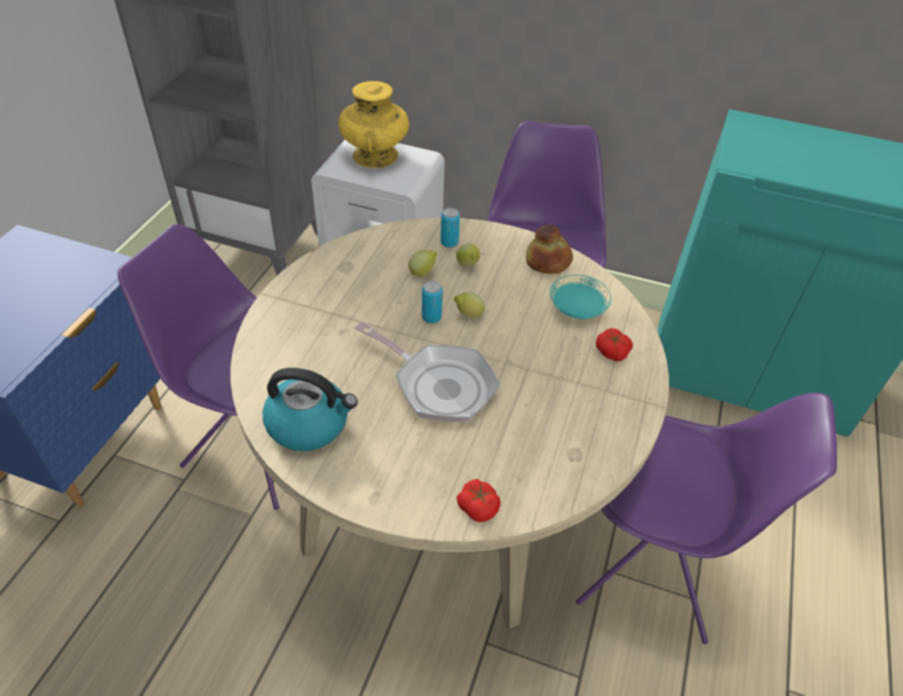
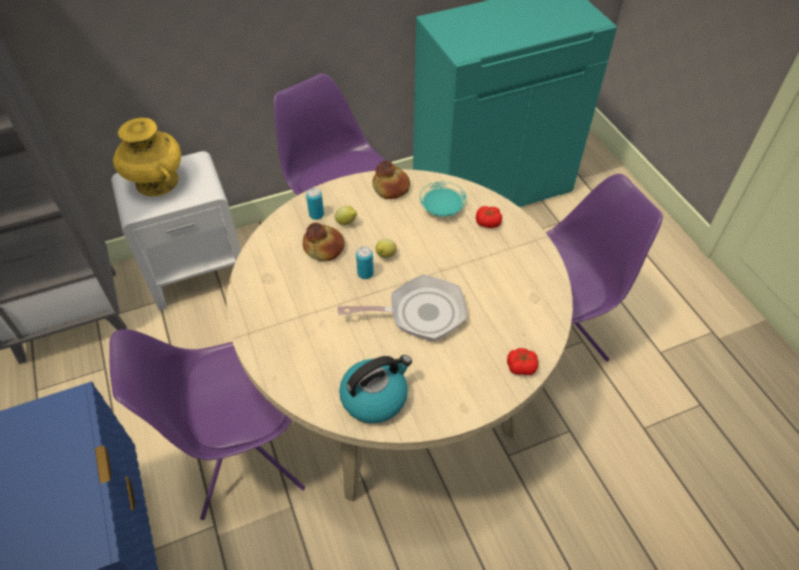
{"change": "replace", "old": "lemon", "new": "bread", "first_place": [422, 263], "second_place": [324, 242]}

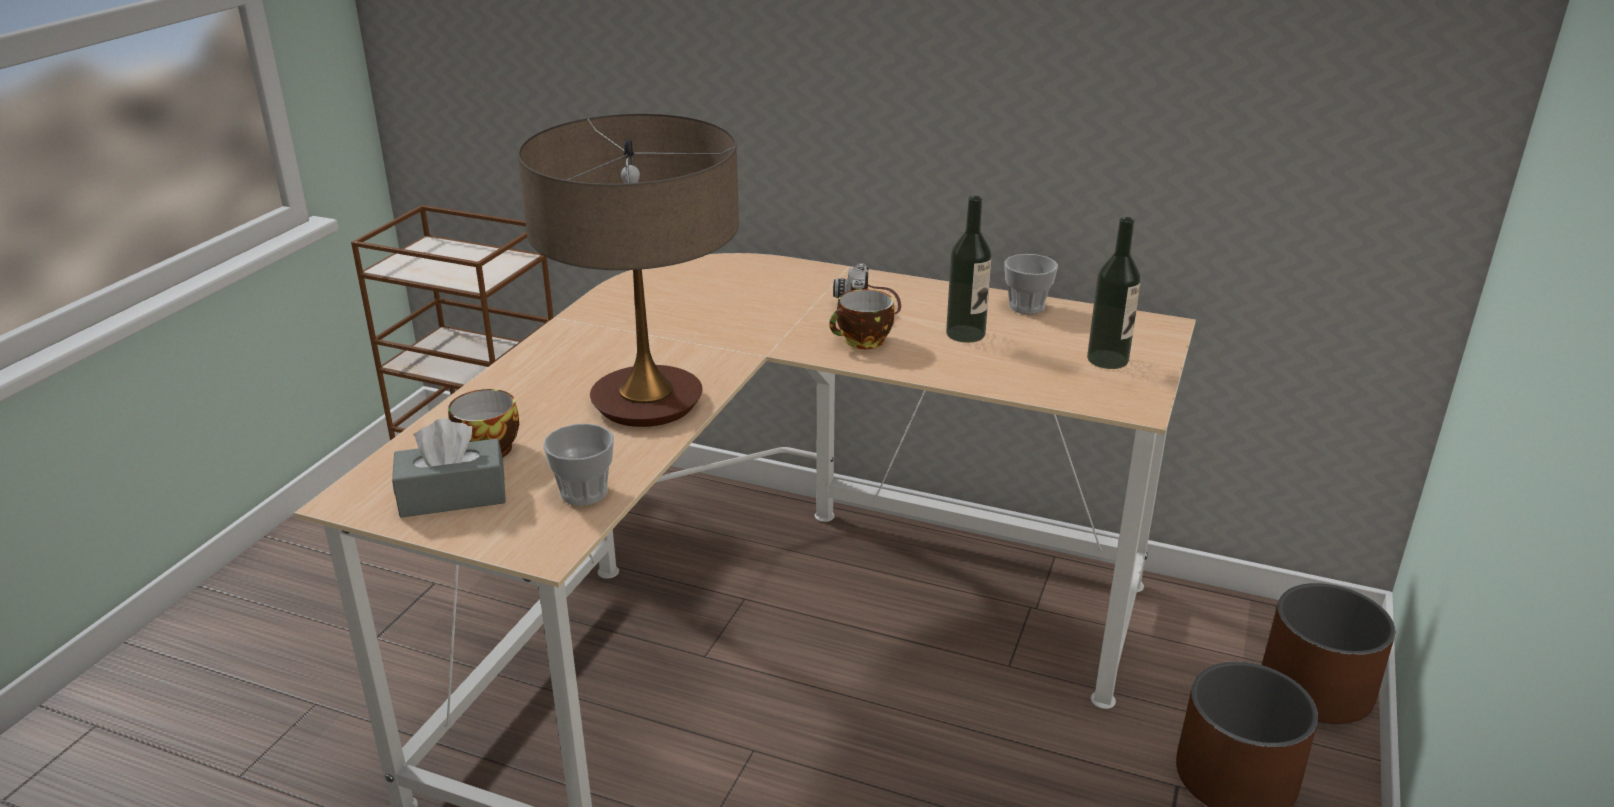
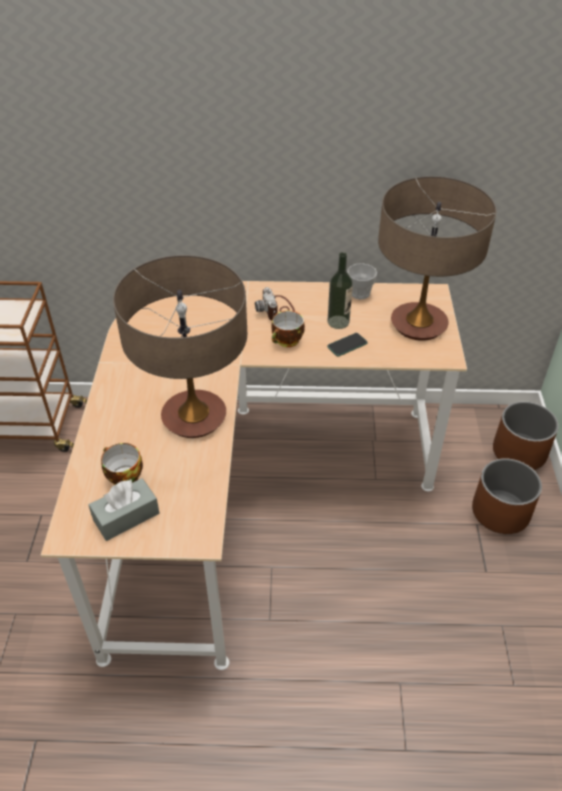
{"change": "delete", "old": "cup", "first_place": [578, 464]}
{"change": "insert", "new": "phone", "second_place": [347, 344]}
{"change": "replace", "old": "bottle", "new": "table lamp", "first_place": [1114, 293], "second_place": [437, 258]}

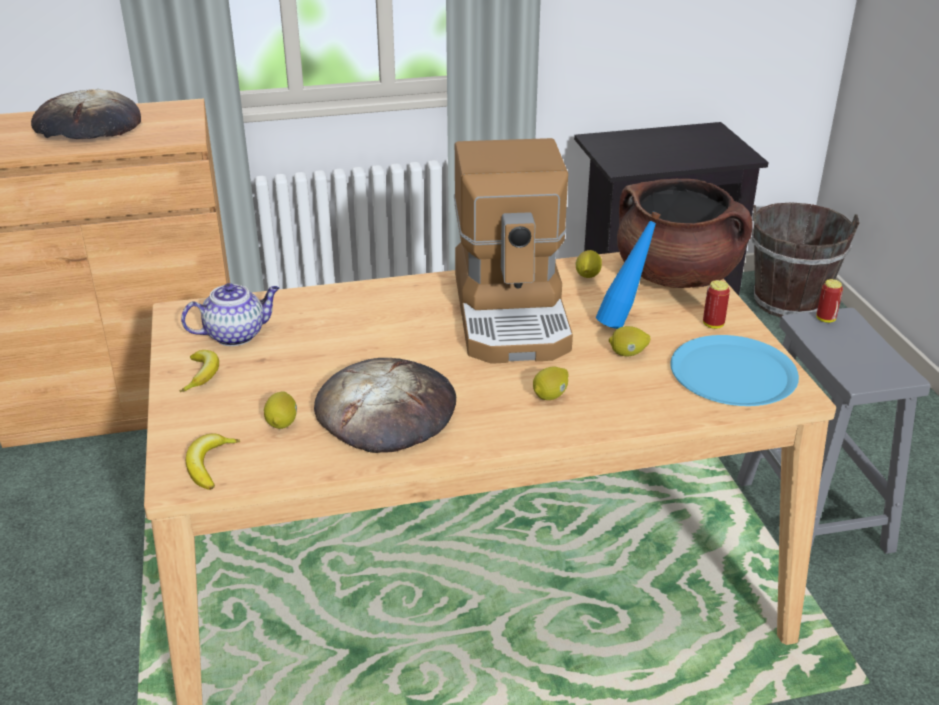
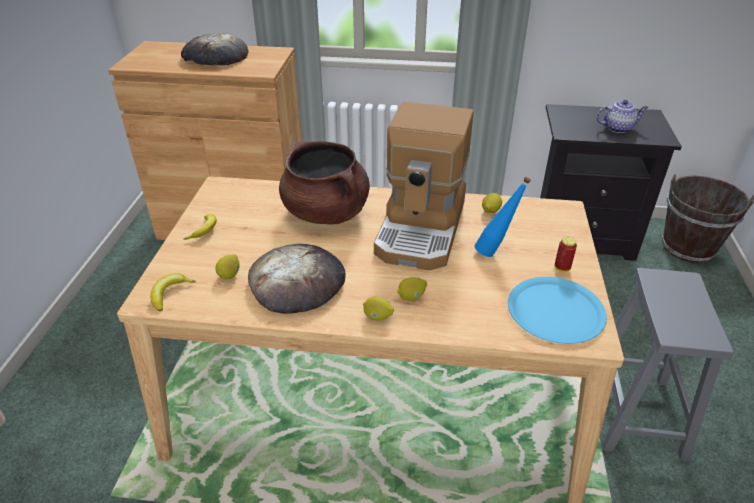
{"change": "delete", "old": "can", "first_place": [829, 301]}
{"change": "move", "old": "teapot", "first_place": [230, 314], "second_place": [622, 116]}
{"change": "move", "old": "lemon", "first_place": [629, 341], "second_place": [378, 308]}
{"change": "move", "old": "cooking pot (brown)", "first_place": [685, 233], "second_place": [324, 183]}

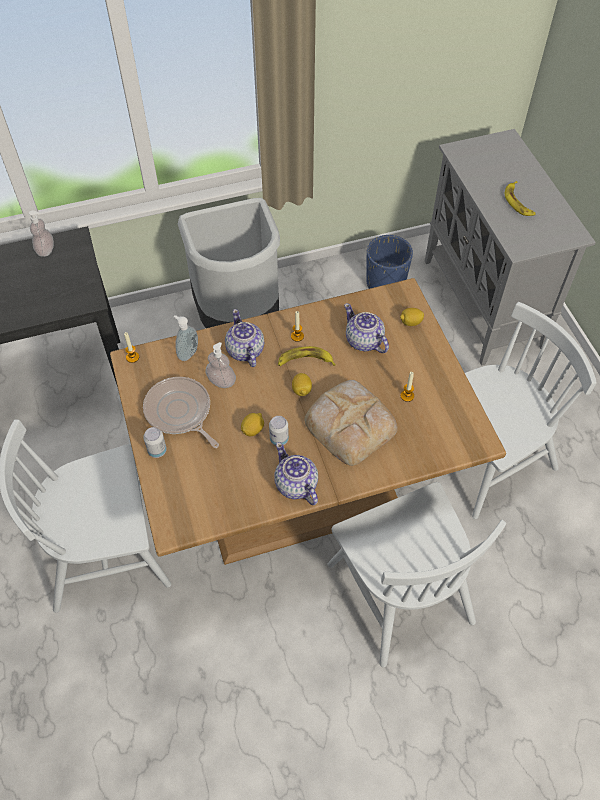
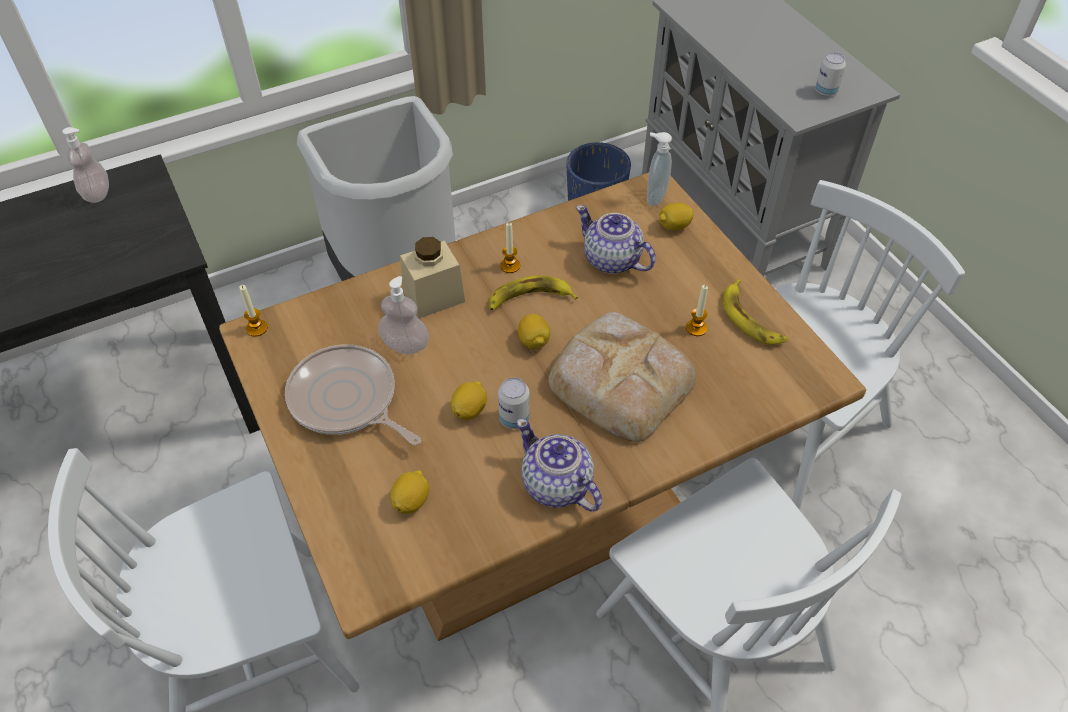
{"change": "insert", "new": "lemon", "second_place": [410, 492]}
{"change": "move", "old": "can", "first_place": [155, 442], "second_place": [830, 74]}
{"change": "move", "old": "soap dispenser", "first_place": [186, 338], "second_place": [659, 169]}
{"change": "move", "old": "banana", "first_place": [520, 198], "second_place": [755, 312]}
{"change": "replace", "old": "teapot", "new": "jar (beige)", "first_place": [244, 338], "second_place": [432, 278]}

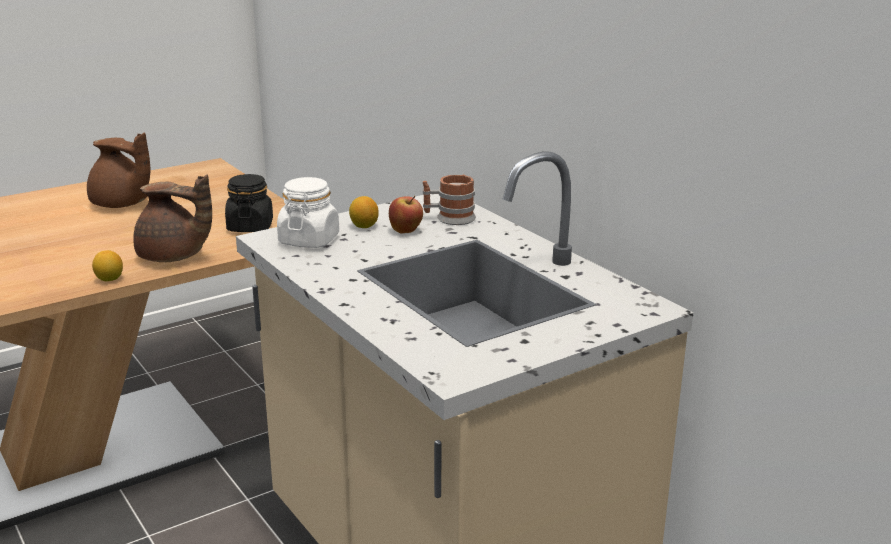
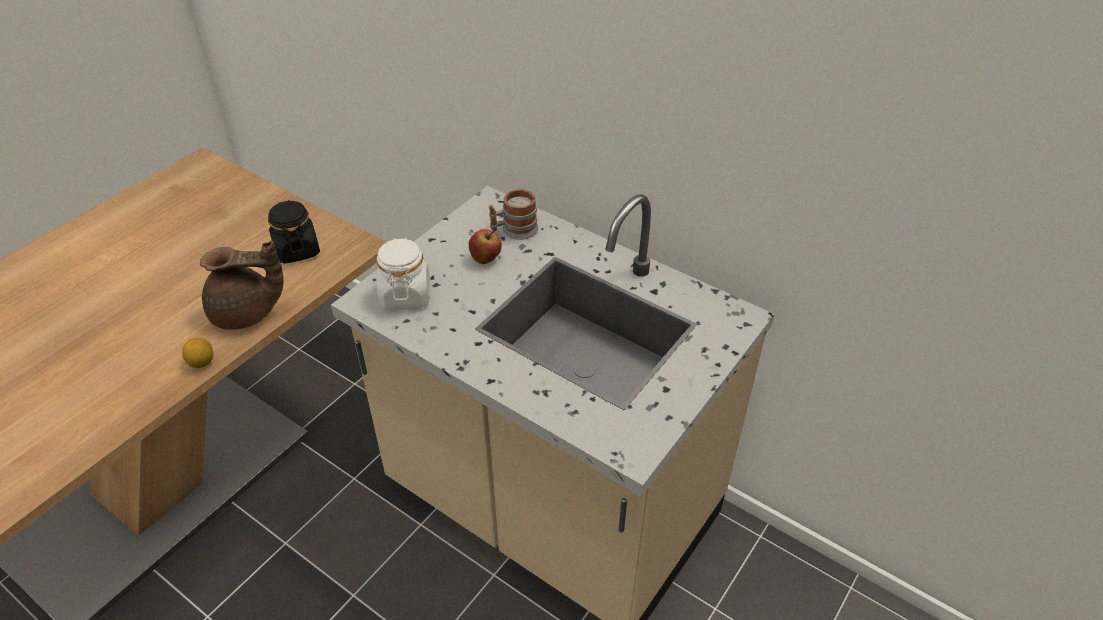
{"change": "delete", "old": "teapot (brown)", "first_place": [119, 170]}
{"change": "delete", "old": "lemon", "first_place": [364, 212]}

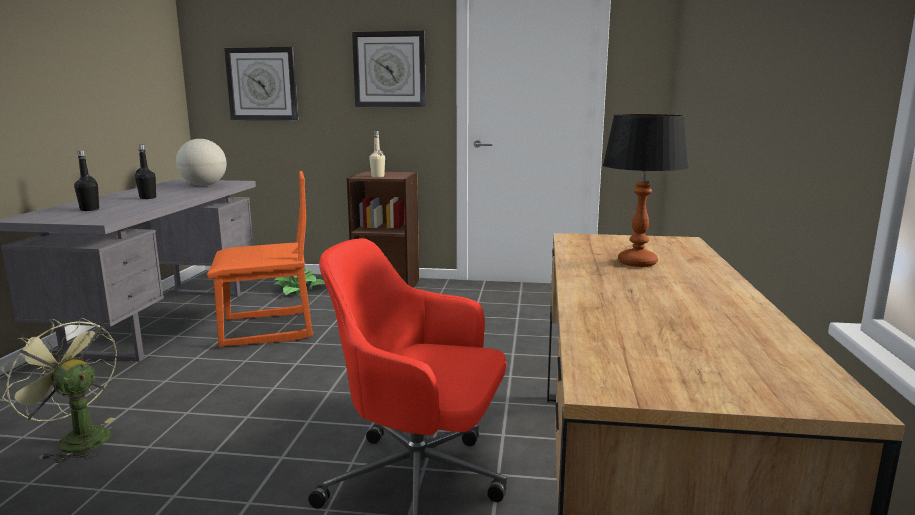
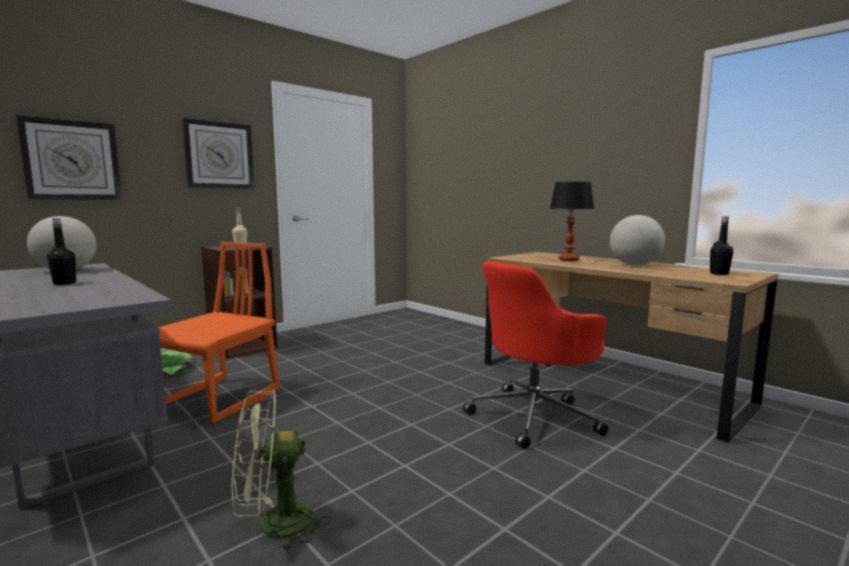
{"change": "insert", "new": "globe", "second_place": [637, 240]}
{"change": "move", "old": "bottle (black)", "first_place": [86, 180], "second_place": [722, 246]}

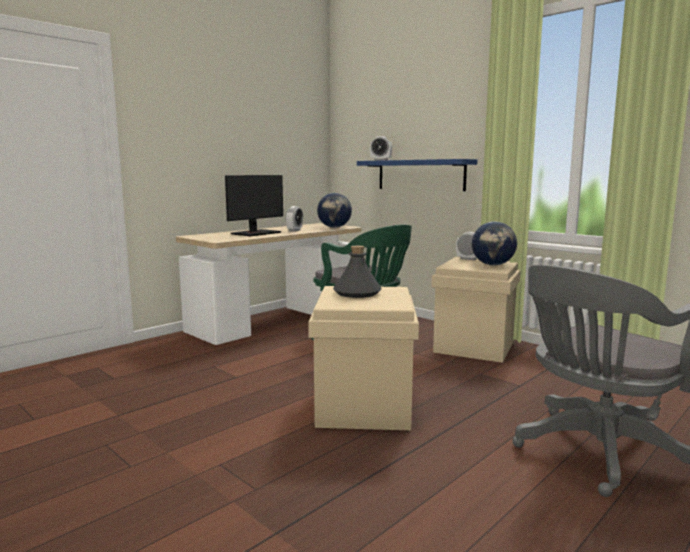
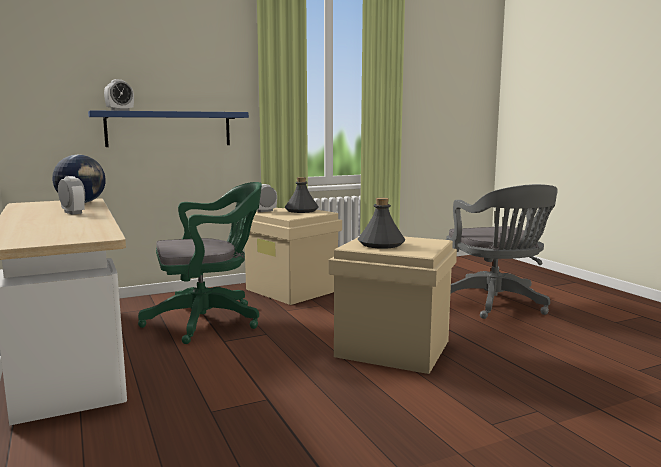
{"change": "delete", "old": "monitor", "first_place": [254, 205]}
{"change": "replace", "old": "globe", "new": "bottle (grey)", "first_place": [494, 243], "second_place": [302, 195]}

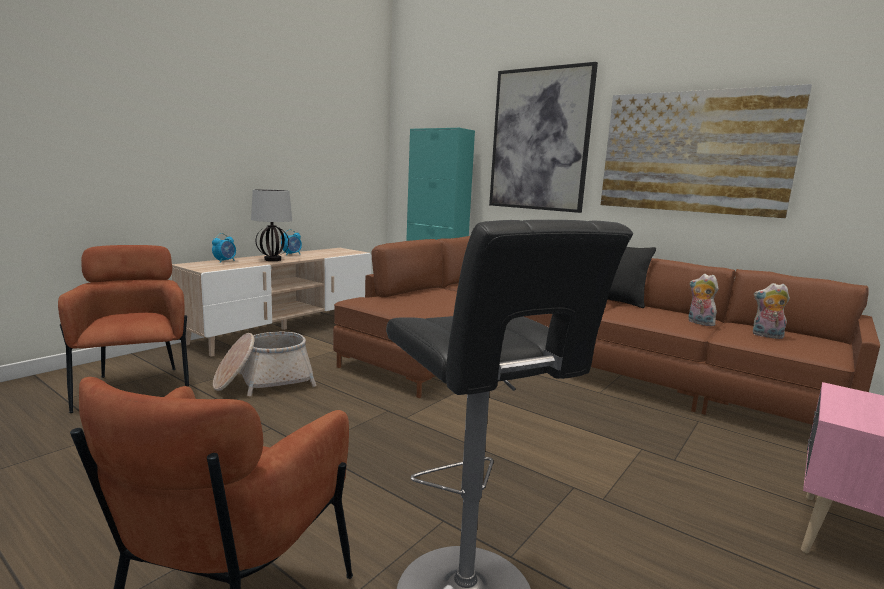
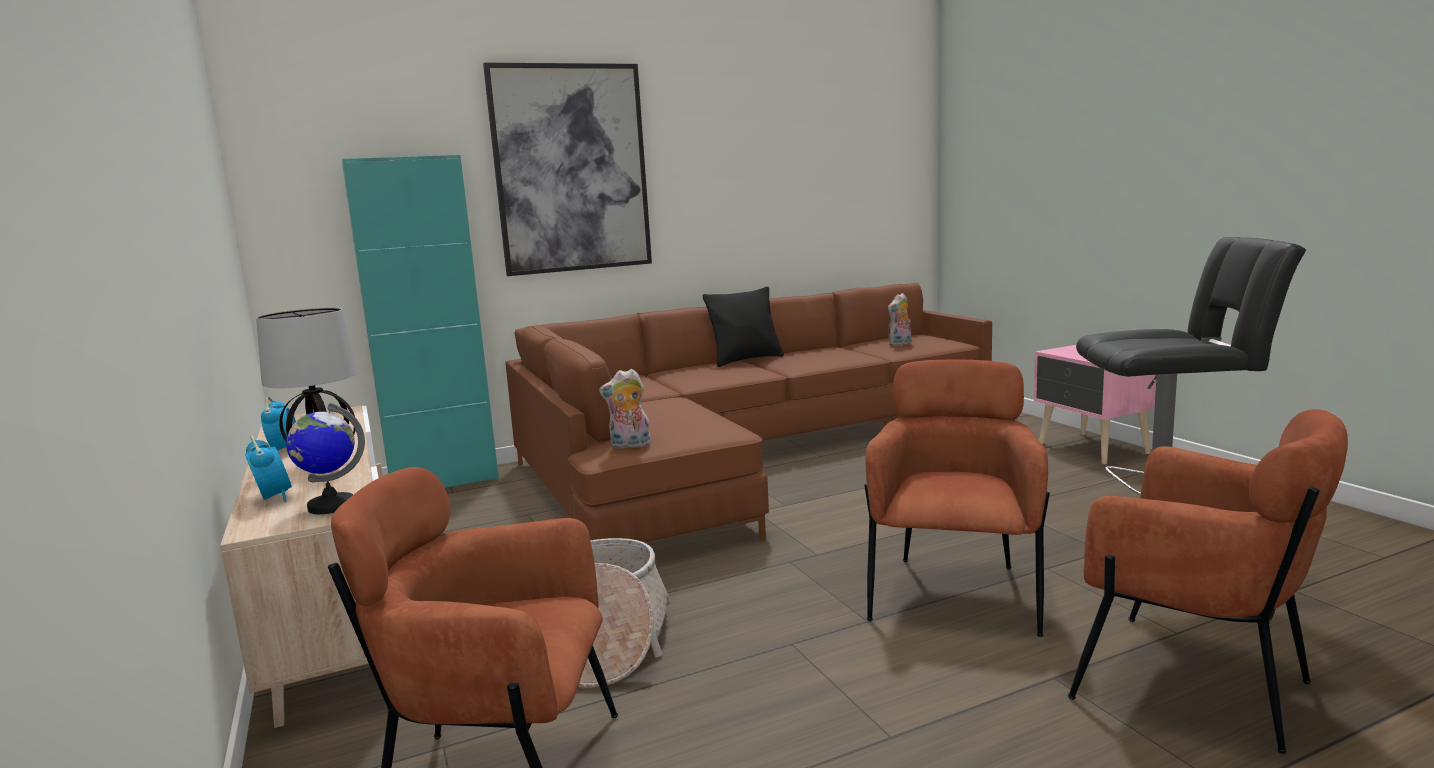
{"change": "delete", "old": "picture", "first_place": [706, 151]}
{"change": "insert", "new": "globe", "second_place": [325, 458]}
{"change": "insert", "new": "armchair (brown)", "second_place": [957, 498]}
{"change": "move", "old": "plush toy", "first_place": [704, 300], "second_place": [625, 409]}

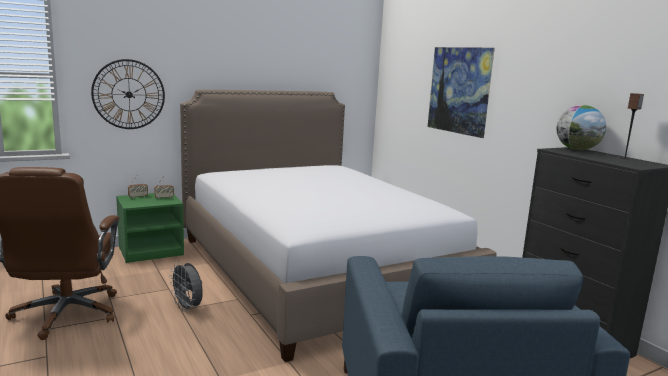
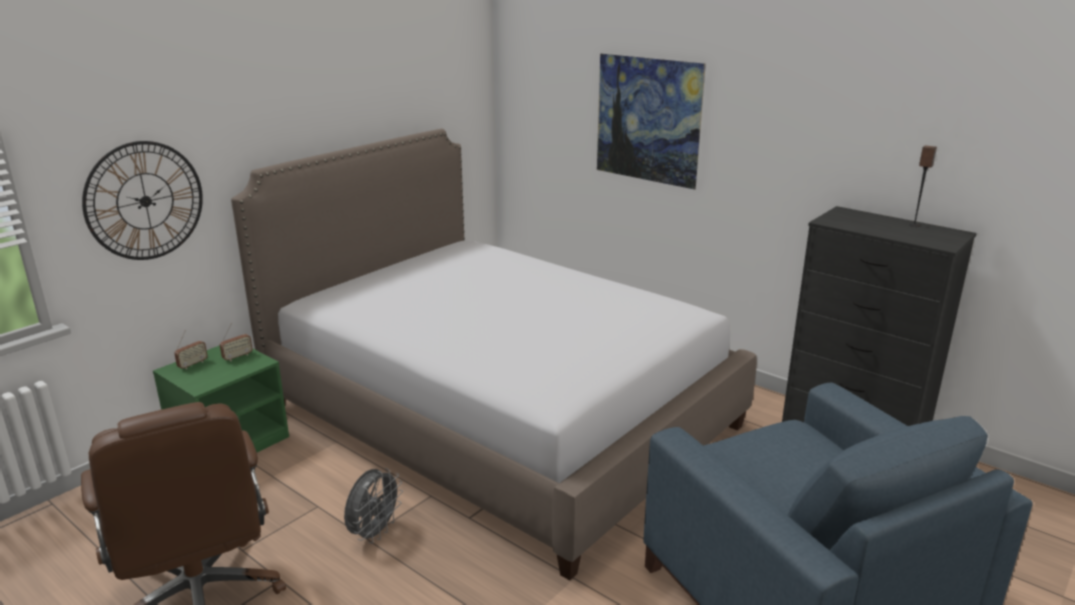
{"change": "delete", "old": "globe", "first_place": [581, 127]}
{"change": "rotate", "old": "fan (grey)", "first_place": [186, 287], "second_place": [373, 506], "degrees": -90}

